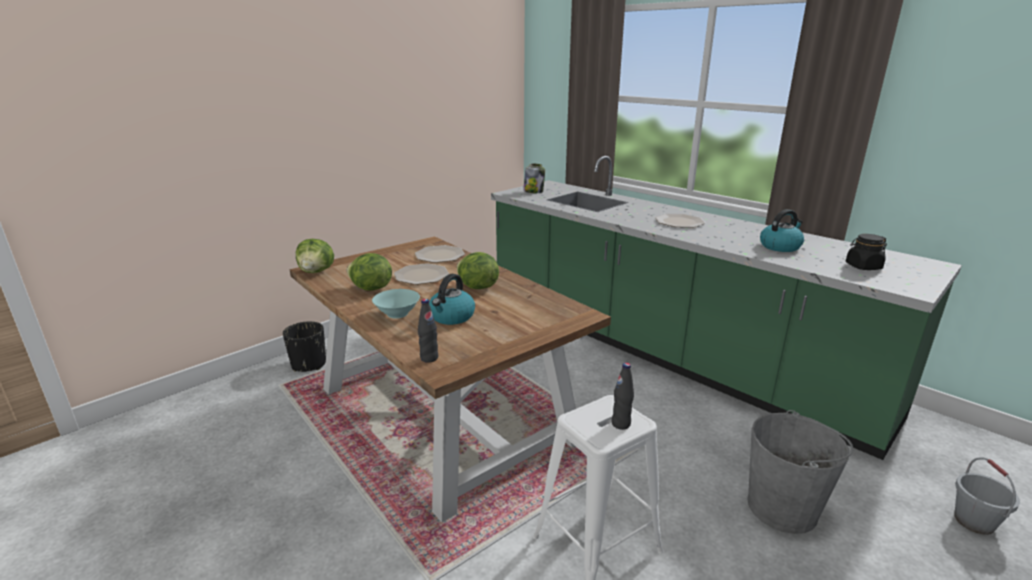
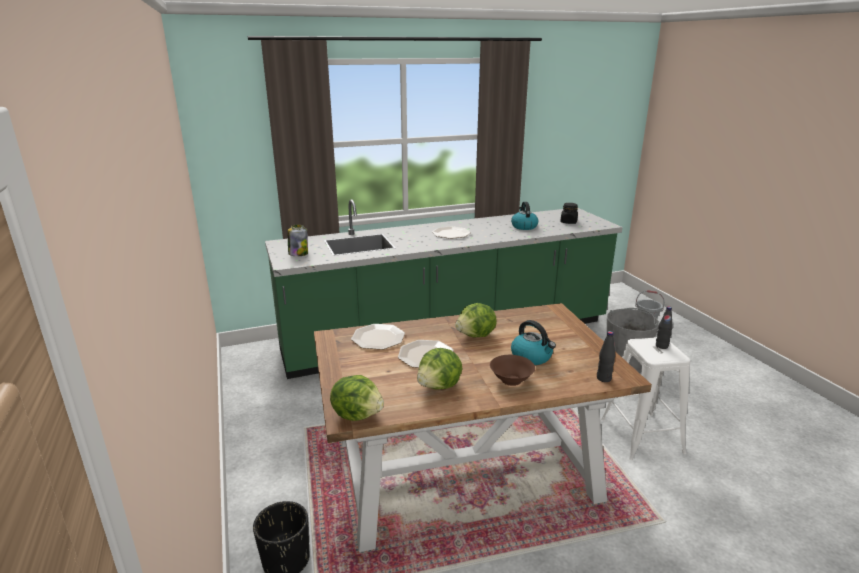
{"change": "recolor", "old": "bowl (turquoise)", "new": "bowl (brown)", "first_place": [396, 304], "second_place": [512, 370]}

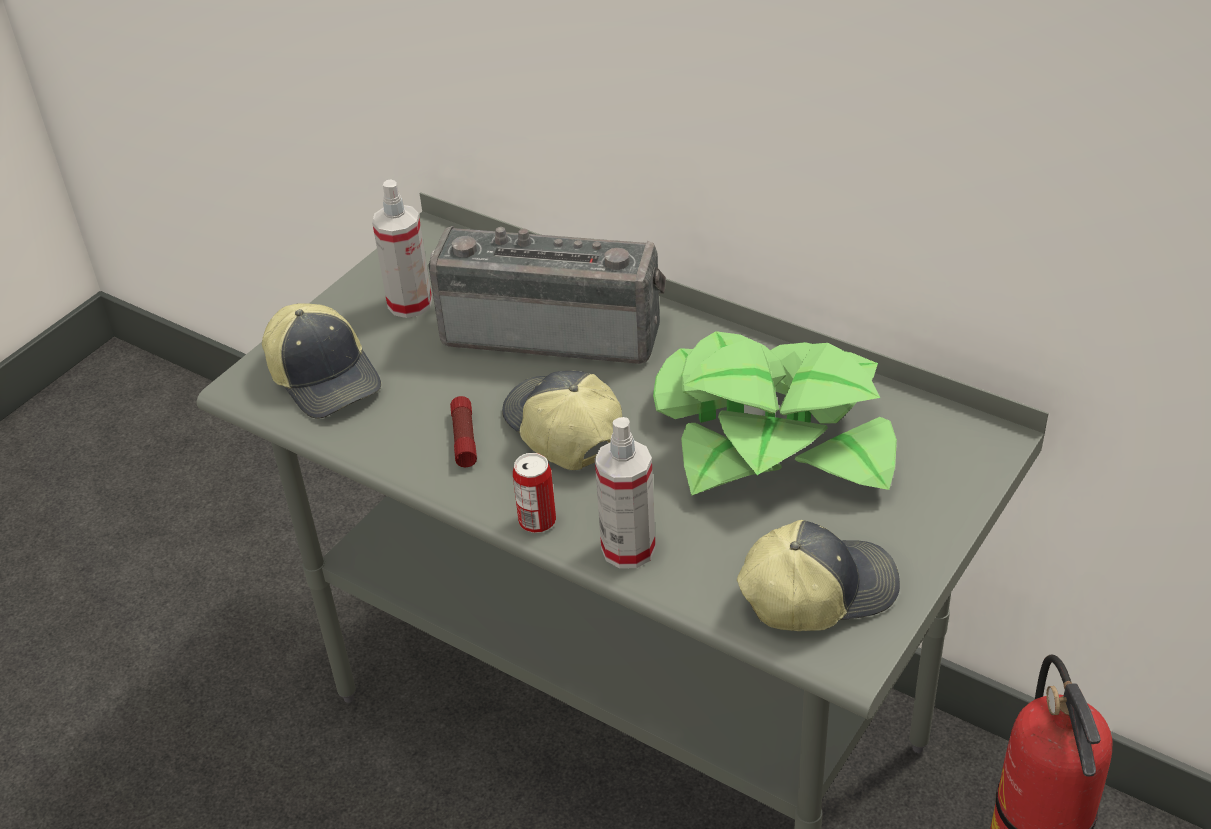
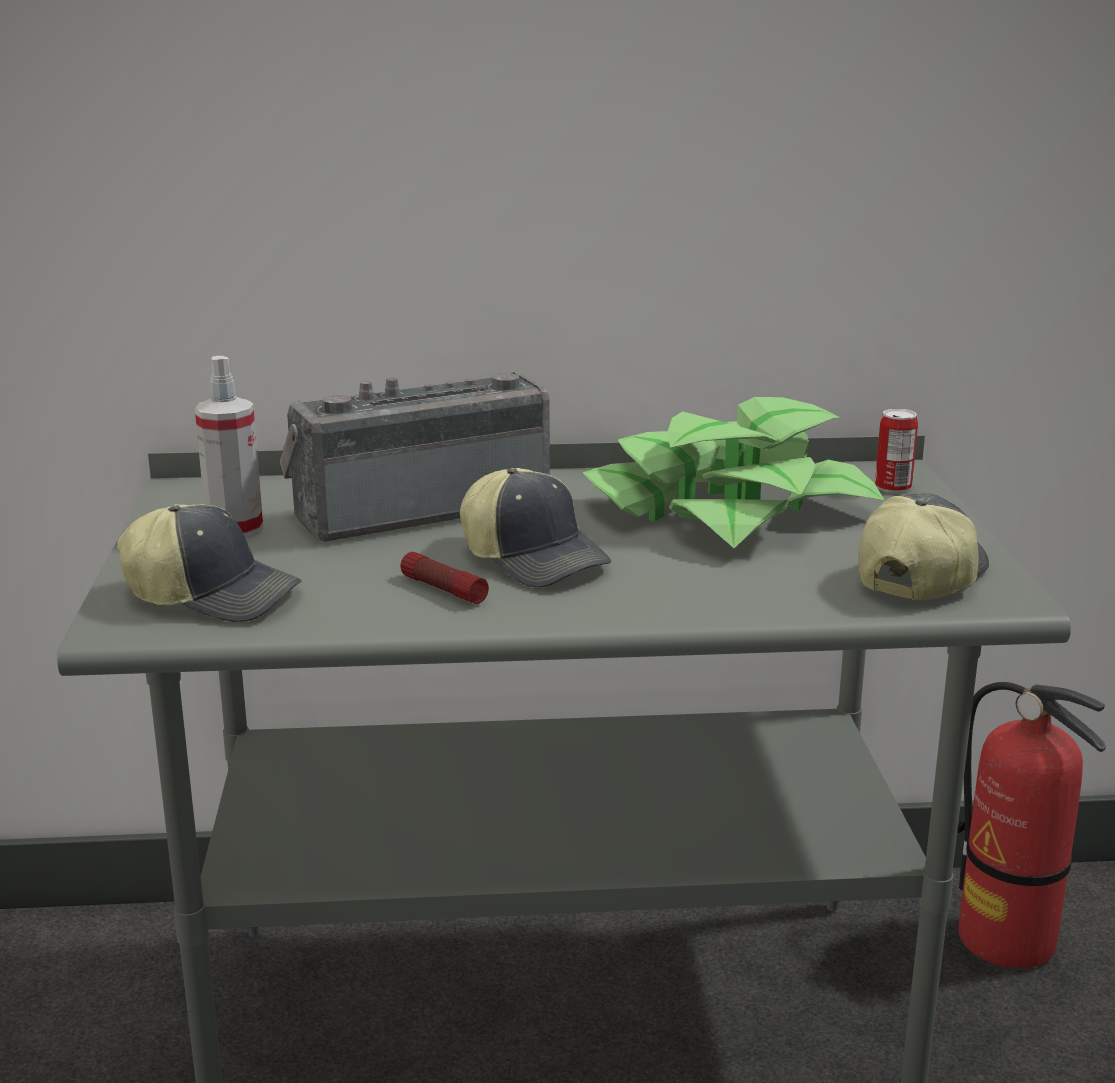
{"change": "delete", "old": "spray bottle", "first_place": [625, 493]}
{"change": "move", "old": "can", "first_place": [534, 493], "second_place": [896, 451]}
{"change": "rotate", "old": "cap", "first_place": [562, 420], "second_place": [535, 528], "degrees": -150}

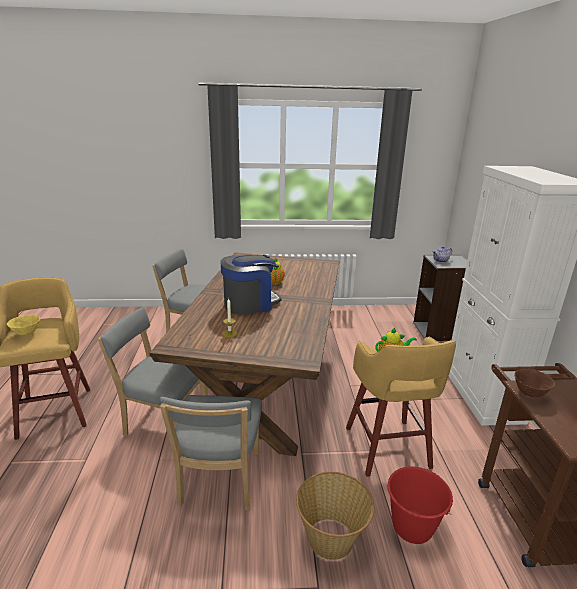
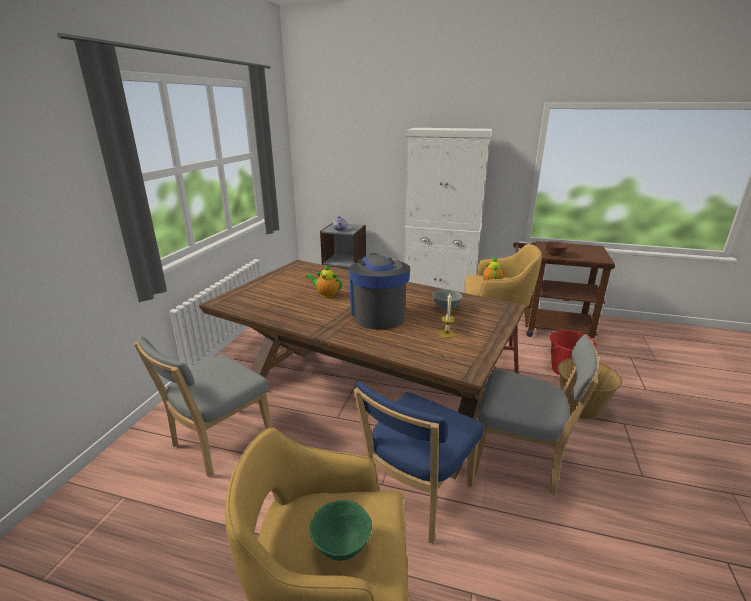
{"change": "insert", "new": "bowl (grey)", "second_place": [447, 299]}
{"change": "recolor", "old": "bowl (yellow)", "new": "bowl (green)", "first_place": [23, 325], "second_place": [341, 530]}
{"change": "recolor", "old": "chair (grey)", "new": "chair (blue)", "first_place": [153, 371], "second_place": [418, 462]}

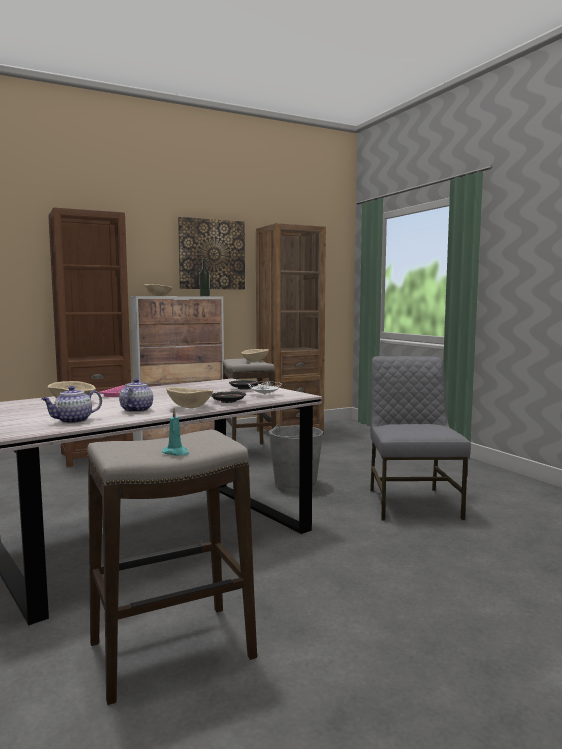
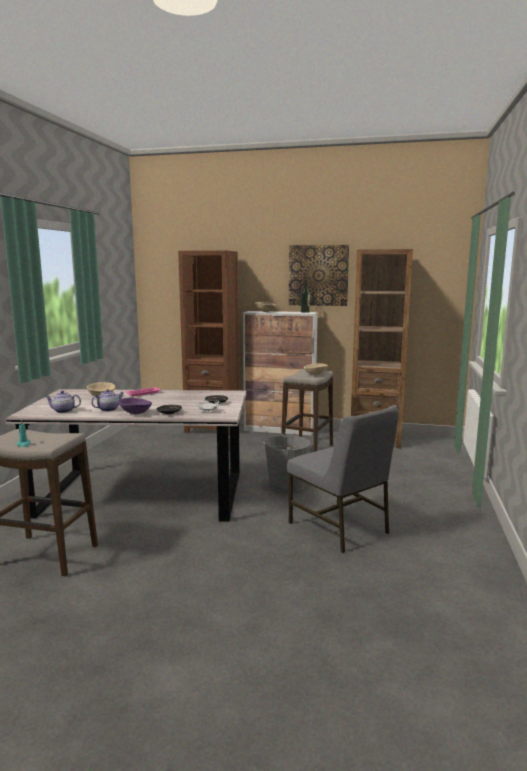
{"change": "recolor", "old": "bowl (beige)", "new": "bowl (purple)", "first_place": [190, 397], "second_place": [135, 405]}
{"change": "rotate", "old": "chair (grey)", "first_place": [420, 438], "second_place": [343, 479], "degrees": 105}

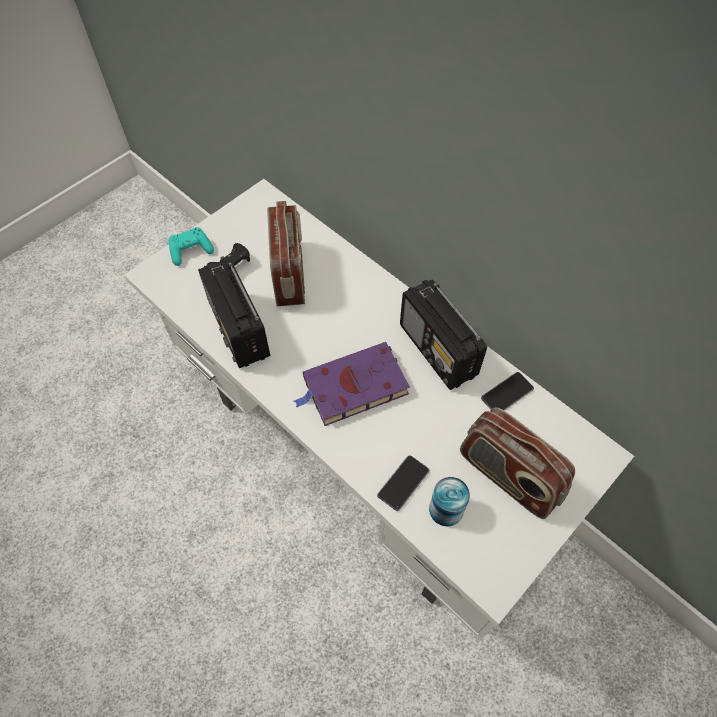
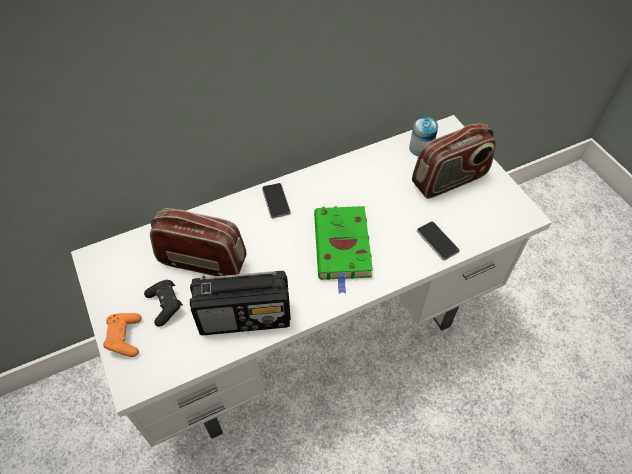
{"change": "delete", "old": "radio", "first_place": [443, 335]}
{"change": "move", "old": "can", "first_place": [449, 502], "second_place": [423, 136]}
{"change": "move", "old": "phone", "first_place": [507, 391], "second_place": [276, 200]}
{"change": "recolor", "old": "game controller (turquoise)", "new": "game controller (orange)", "first_place": [191, 246], "second_place": [122, 335]}
{"change": "recolor", "old": "book (purple)", "new": "book (green)", "first_place": [352, 384], "second_place": [343, 250]}

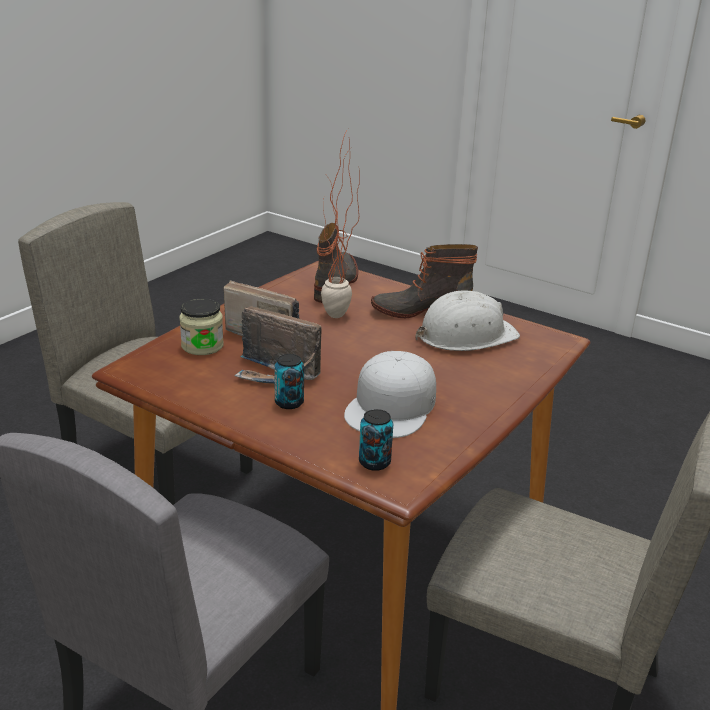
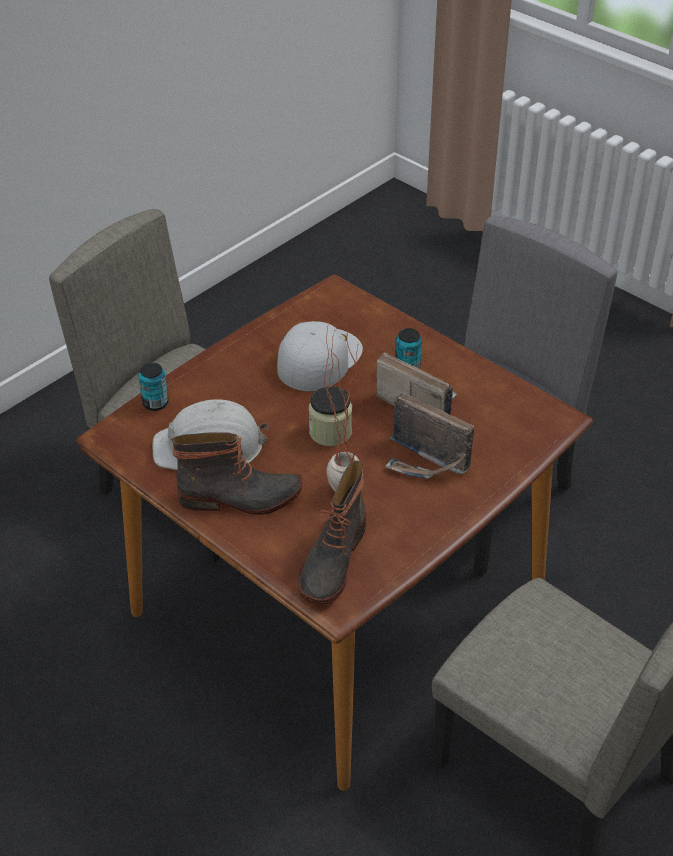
{"change": "move", "old": "jar", "first_place": [201, 326], "second_place": [330, 416]}
{"change": "move", "old": "can", "first_place": [376, 440], "second_place": [153, 387]}

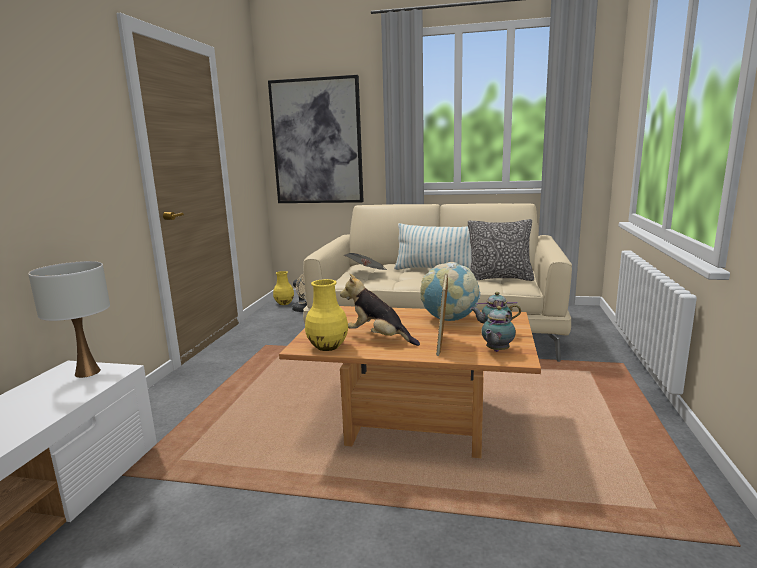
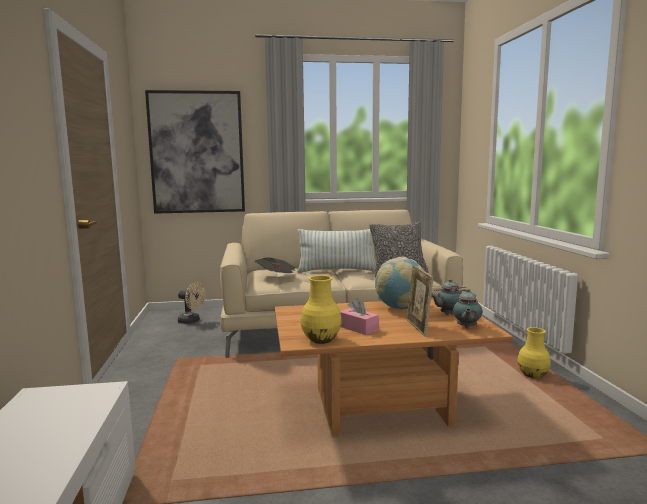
{"change": "delete", "old": "table lamp (white)", "first_place": [69, 319]}
{"change": "move", "old": "vase (yellow)", "first_place": [283, 288], "second_place": [534, 352]}
{"change": "replace", "old": "plush toy", "new": "tissue box (pink)", "first_place": [380, 310], "second_place": [359, 316]}

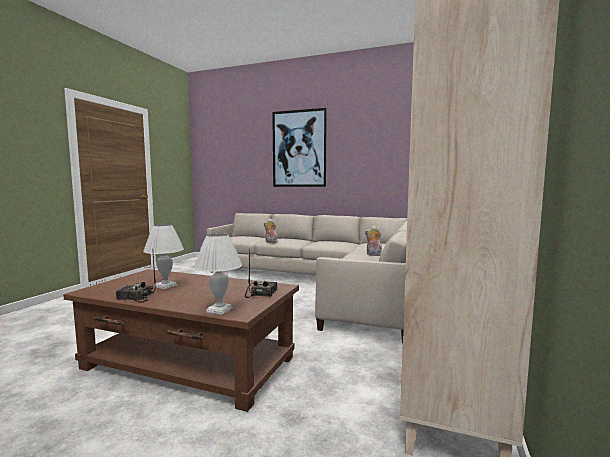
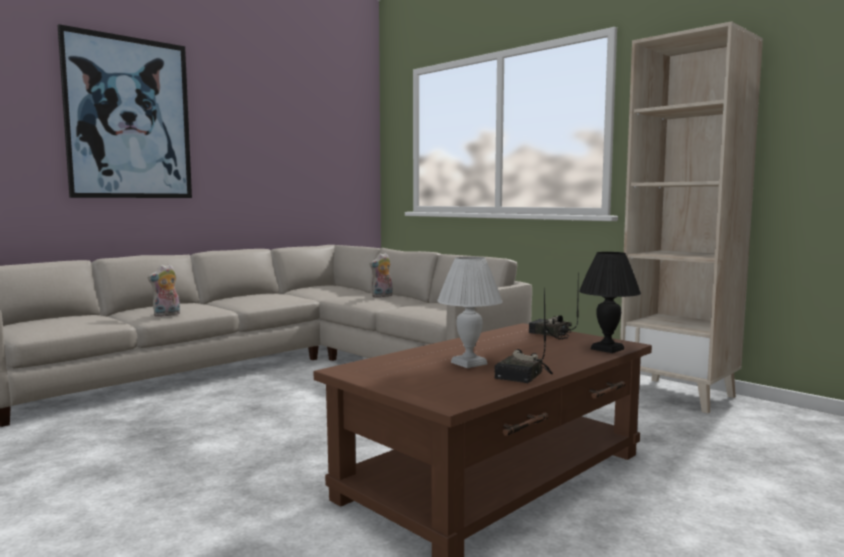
{"change": "recolor", "old": "table lamp (white)", "new": "table lamp (black)", "first_place": [218, 274], "second_place": [610, 302]}

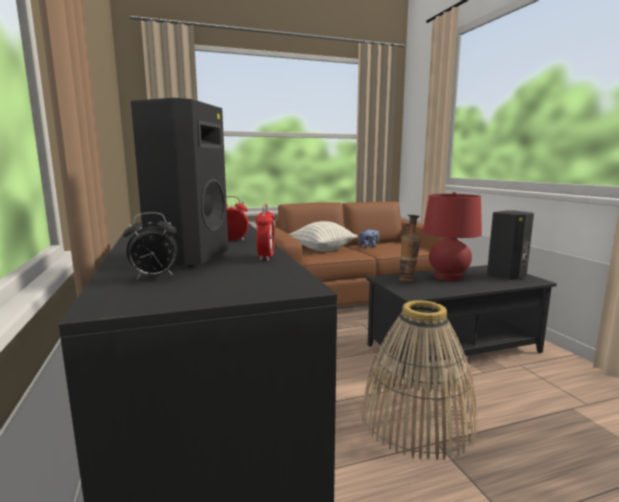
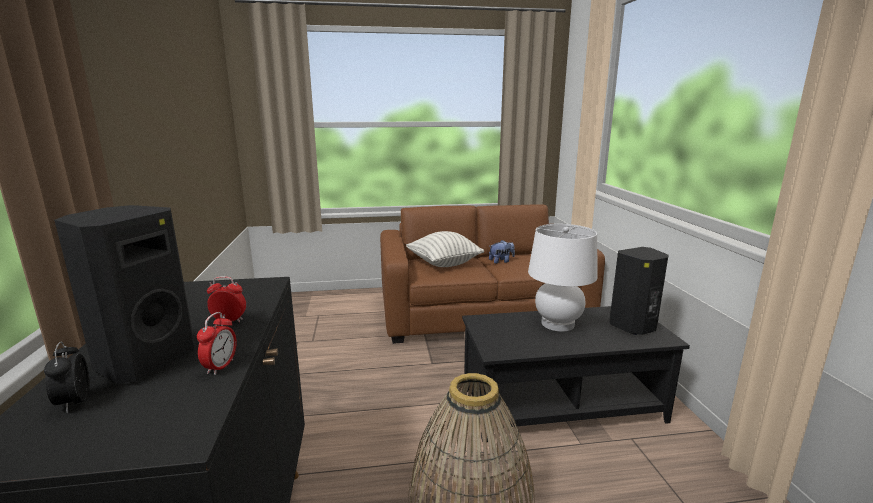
{"change": "delete", "old": "vase", "first_place": [410, 248]}
{"change": "recolor", "old": "table lamp (red)", "new": "table lamp (white)", "first_place": [452, 236], "second_place": [563, 277]}
{"change": "rotate", "old": "alarm clock", "first_place": [150, 246], "second_place": [67, 377], "degrees": 75}

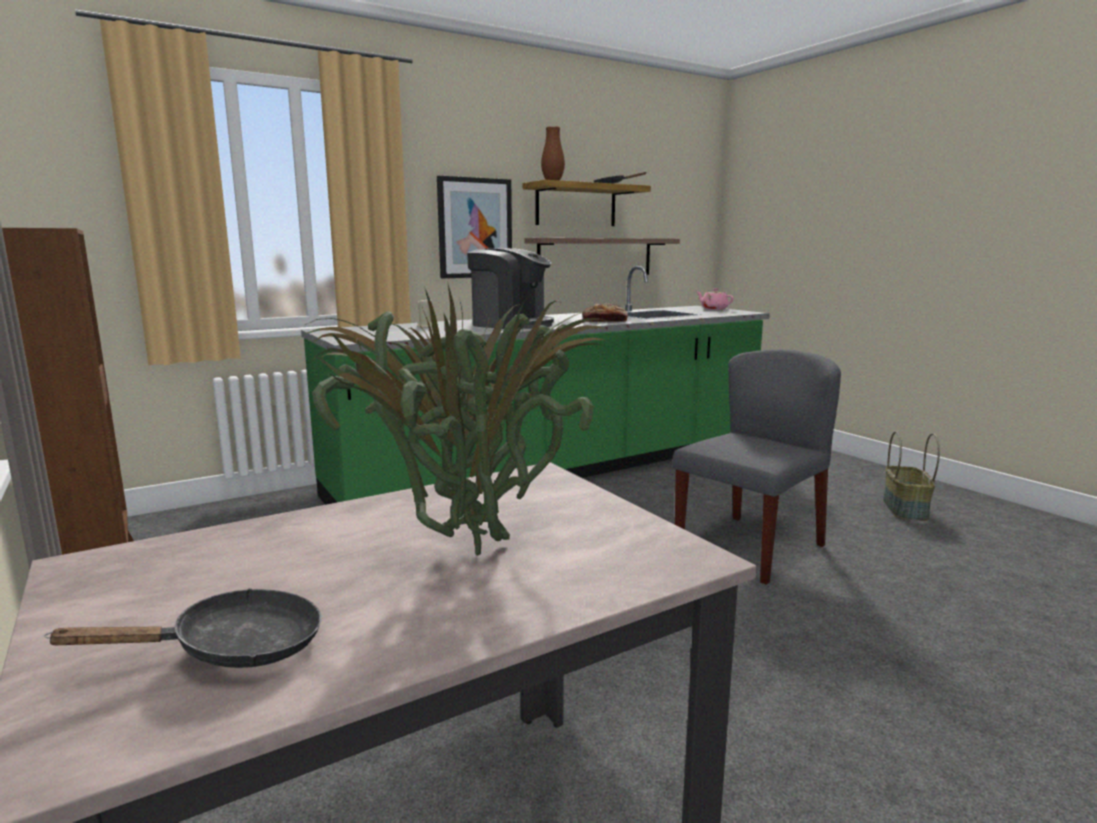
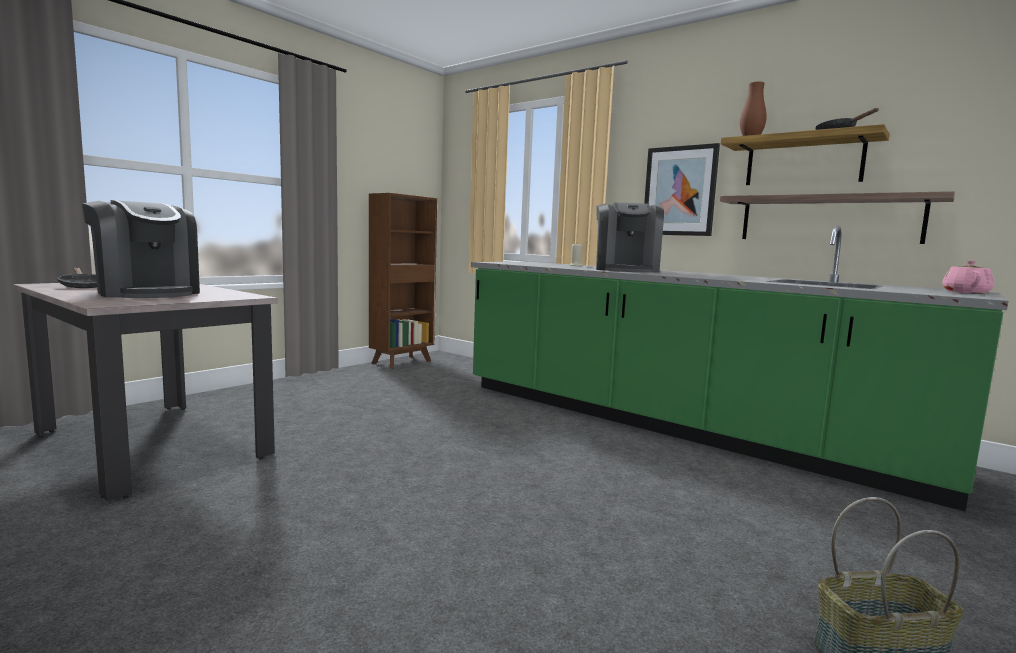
{"change": "delete", "old": "bread", "first_place": [605, 312]}
{"change": "delete", "old": "chair (grey)", "first_place": [756, 467]}
{"change": "replace", "old": "potted plant", "new": "coffee machine", "first_place": [456, 420], "second_place": [141, 249]}

